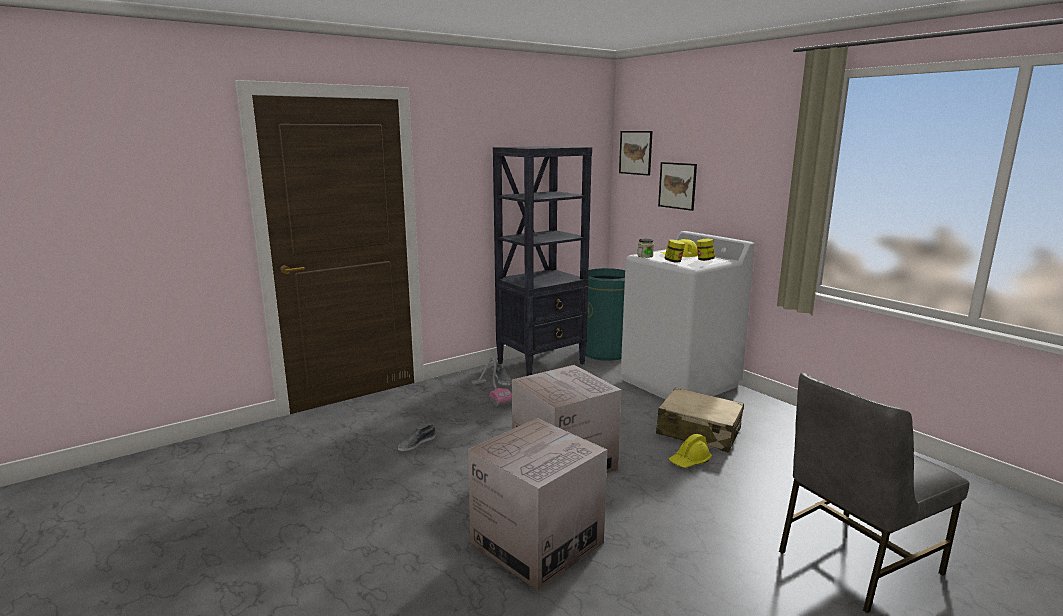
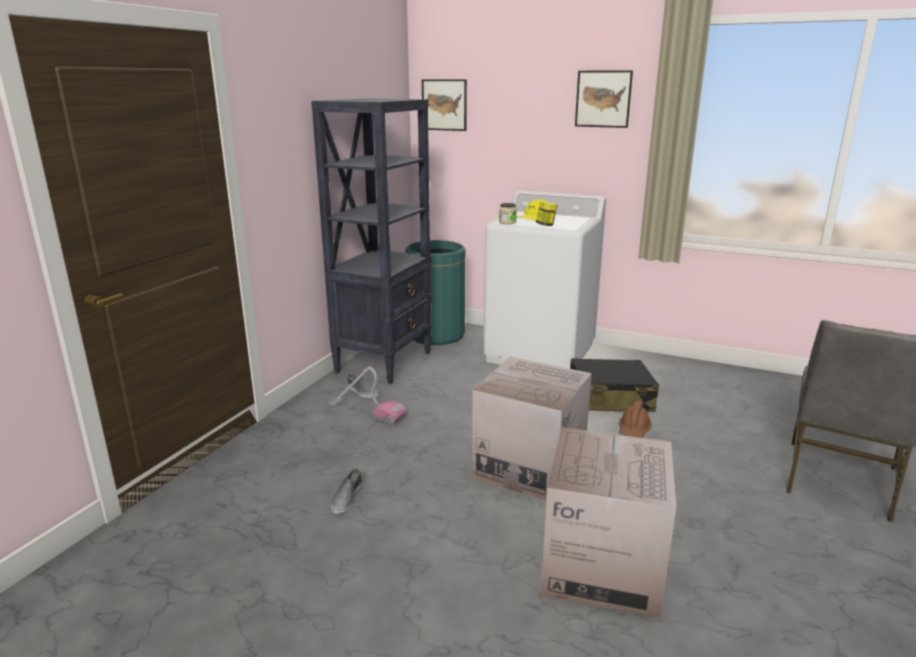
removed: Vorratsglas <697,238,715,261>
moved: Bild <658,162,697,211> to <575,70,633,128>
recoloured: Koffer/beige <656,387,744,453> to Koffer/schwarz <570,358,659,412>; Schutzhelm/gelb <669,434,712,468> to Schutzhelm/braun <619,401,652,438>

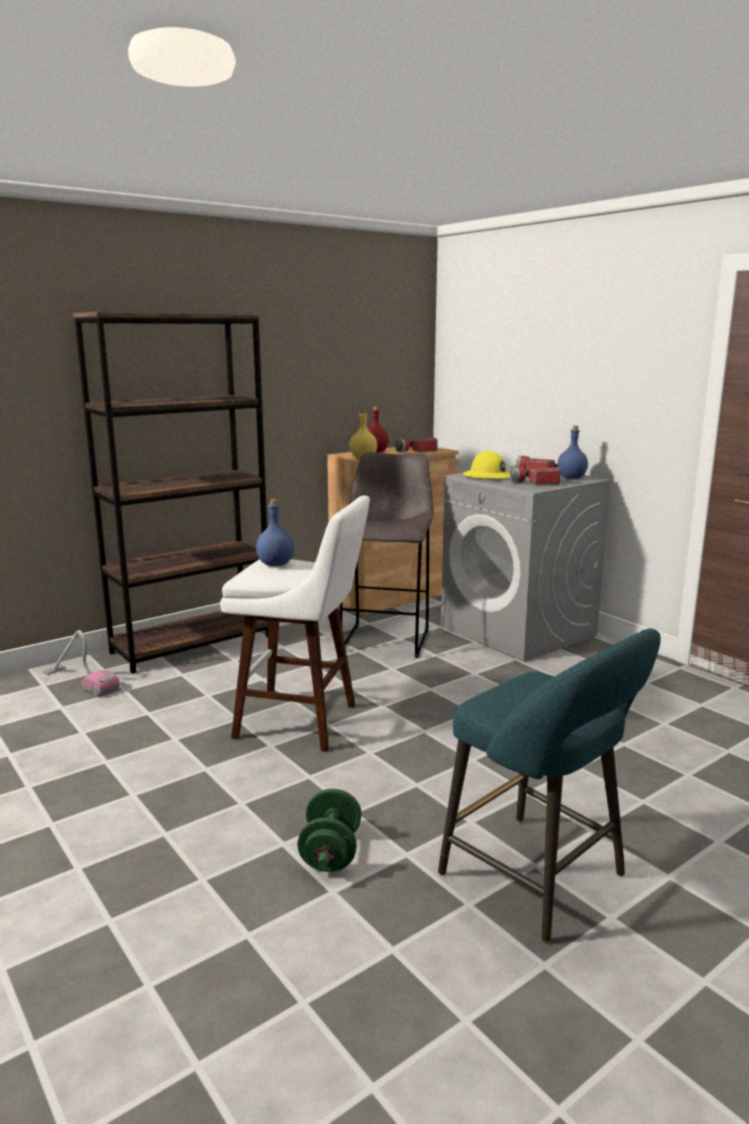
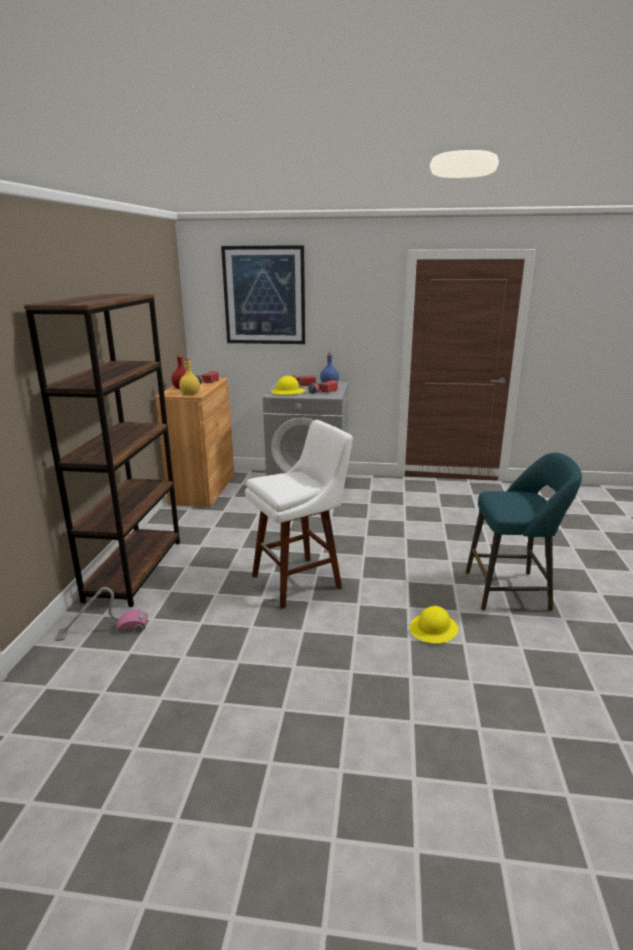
removed: Hocker/grau <339,452,434,658>; Flasche/blau <256,499,294,566>
added: Bild <221,245,305,344>
replaced: Hantel/grün <297,789,362,872> to Schutzhelm/gelb <409,606,458,643>

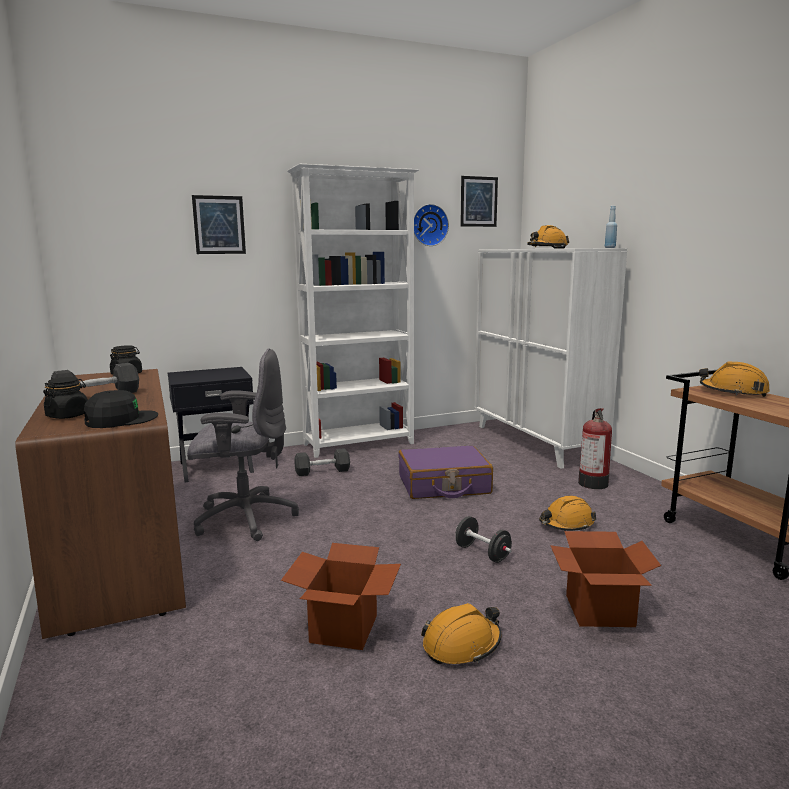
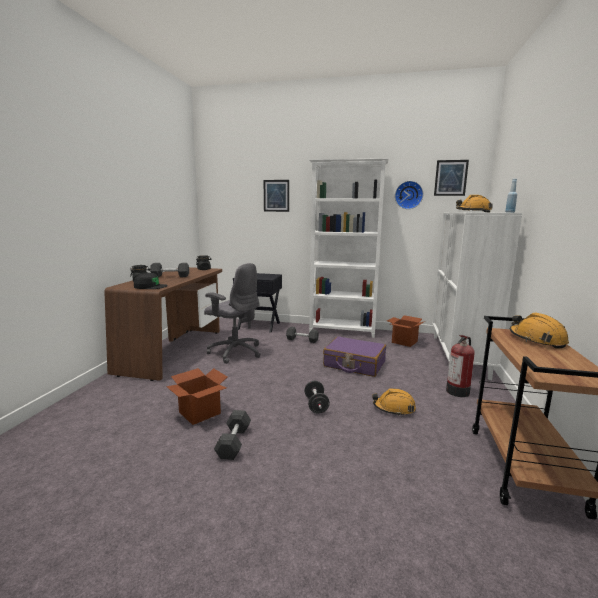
moved: Karton <550,531,661,627> to <387,315,425,347>
replaced: Schutzhelm/orange <421,603,501,664> to Hantel/grau <214,410,251,460>

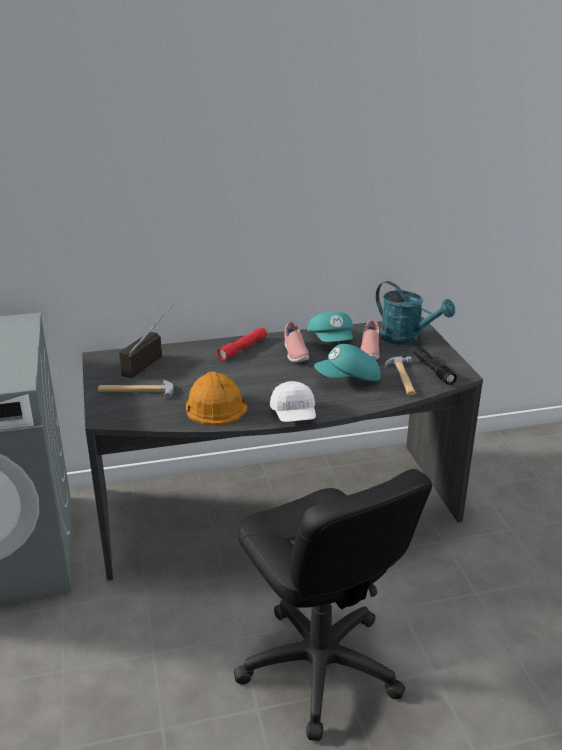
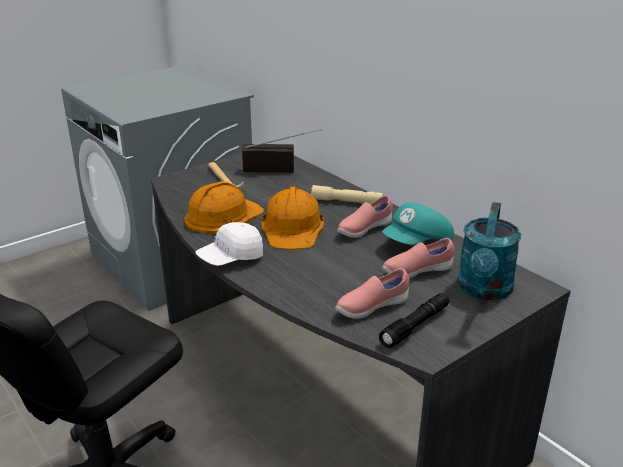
removed: Kappe/türkis <314,344,381,381>
added: Schutzhelm/orange <262,187,324,250>
replaced: Hammer <385,356,416,396> to Schuh/rosa <335,268,410,319>
recoloured: Taschenlampe/rot <217,328,267,361> to Taschenlampe/beige <311,185,383,204>

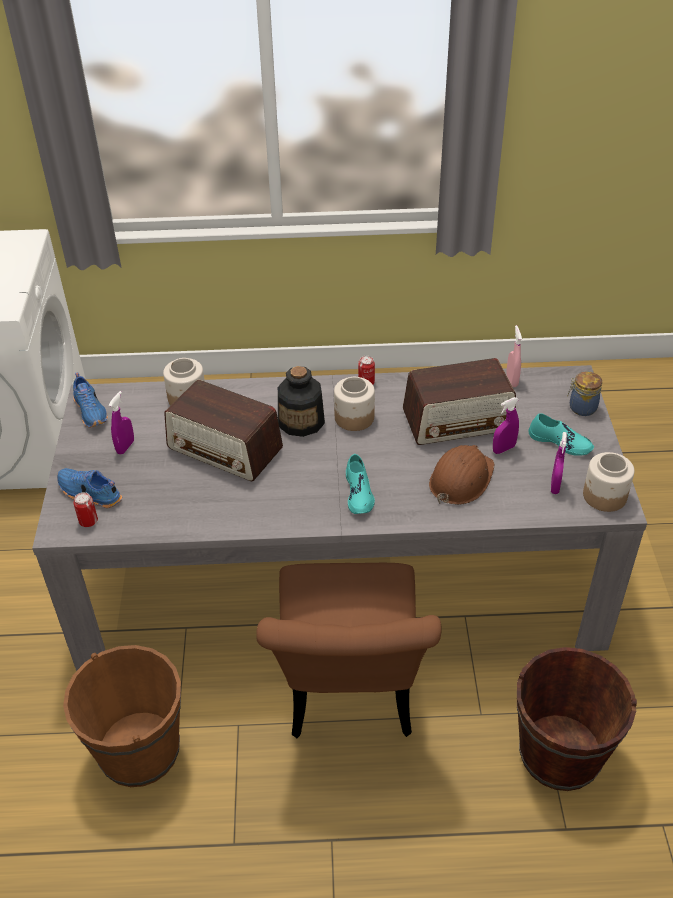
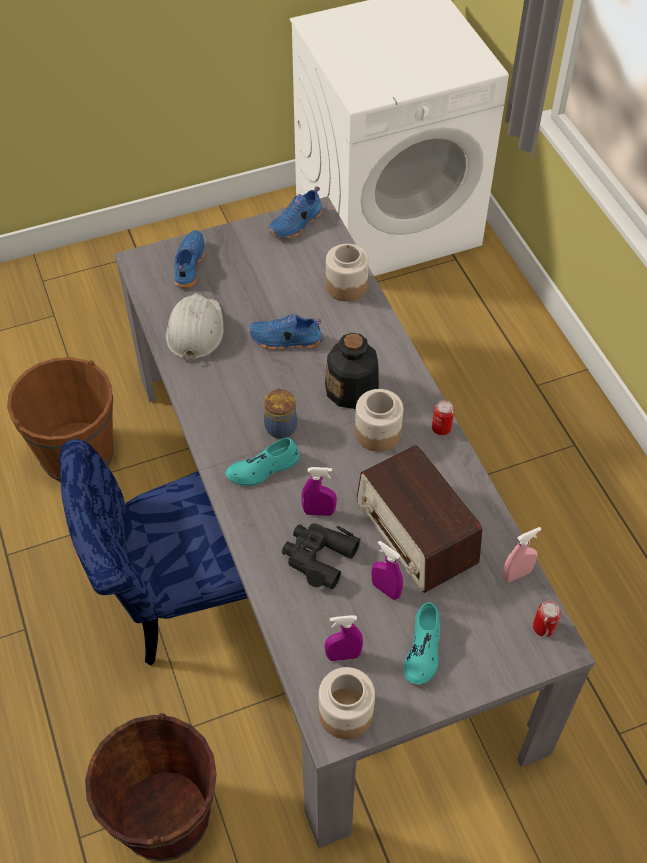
added: Schutzhelm/weiß <166,293,224,362>
moved: Vorratsglas <567,372,602,416> to <264,387,297,439>; Sprühflasche/lila <109,391,134,454> to <301,467,337,516>; Dose <73,492,98,527> to <533,601,561,637>
replaced: Radio <164,379,283,481> to Schuh/blau <248,314,323,350>; Schutzhelm/braun <429,445,495,505> to Fernglas/schwarz <282,523,361,589>
recoloured: Stuhl/braun <256,563,442,738> to Stuhl/blau <59,439,248,665>

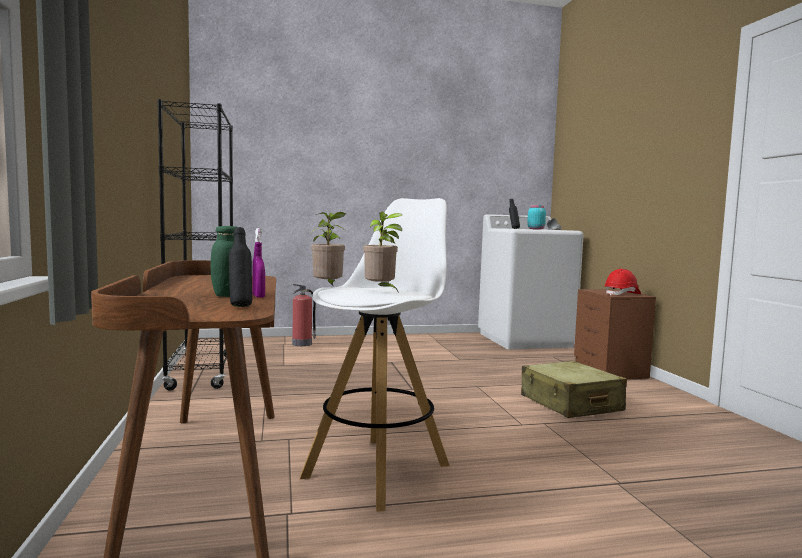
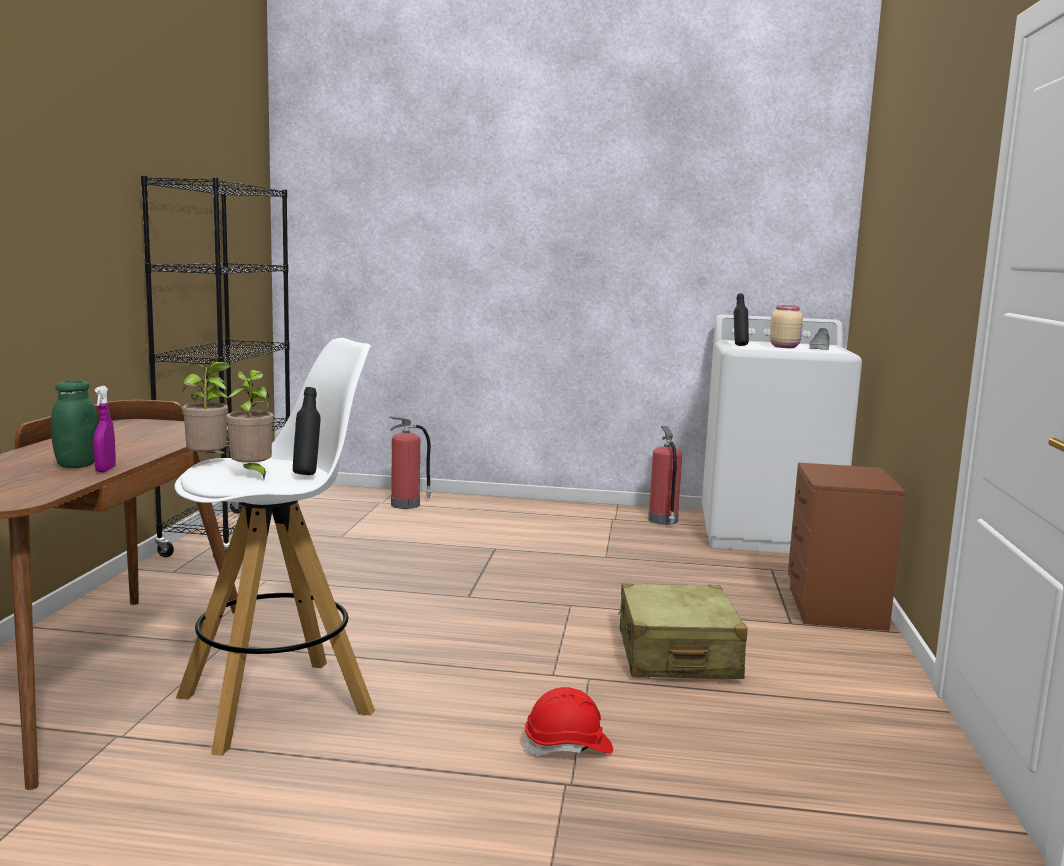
added: Feuerlöscher <648,426,682,525>
moved: Flasche/schwarz <229,227,252,307> to <293,387,321,475>; Schutzhelm/rot <604,269,641,296> to <524,687,613,755>
recoloured: Vorratsglas/türkis <527,205,546,230> to Vorratsglas/beige <770,305,803,348>

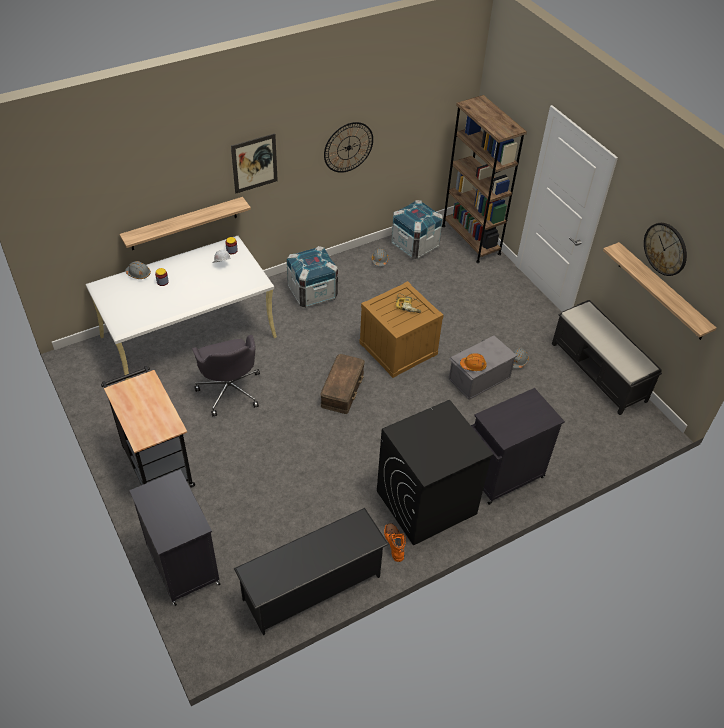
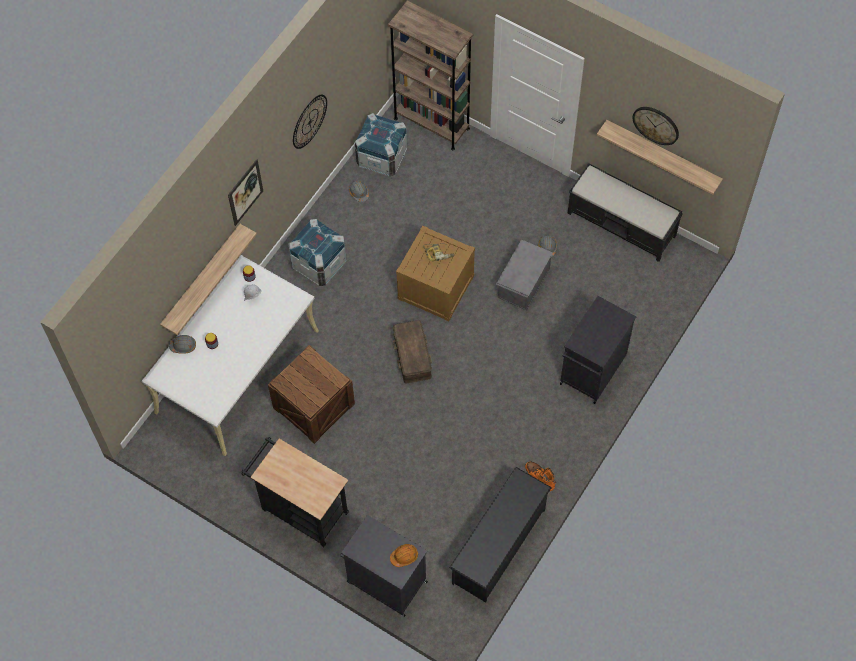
removed: Waschmaschine/schwarz <377,400,494,546>
moved: Schutzhelm/orange <460,353,487,371> to <390,544,418,567>
replaced: Bürostuhl/grau <192,335,260,416> to Kiste <268,345,355,444>

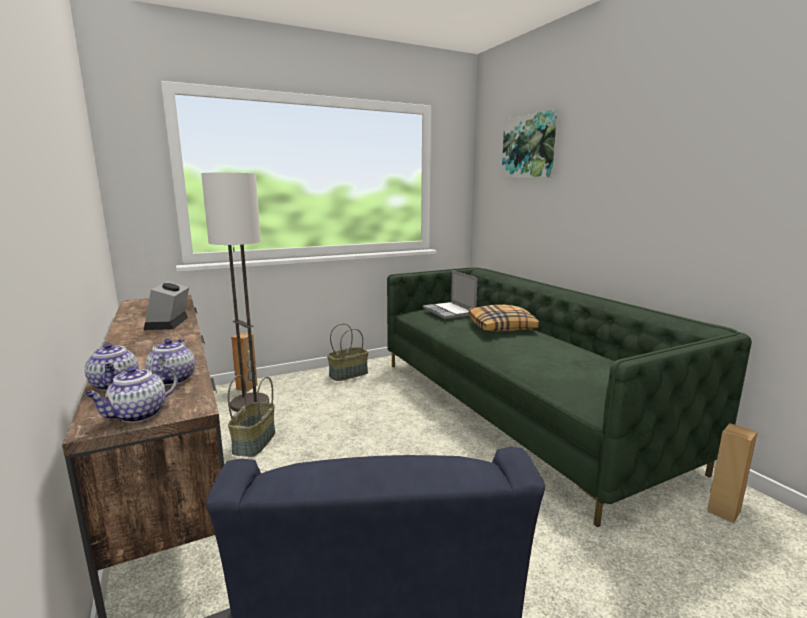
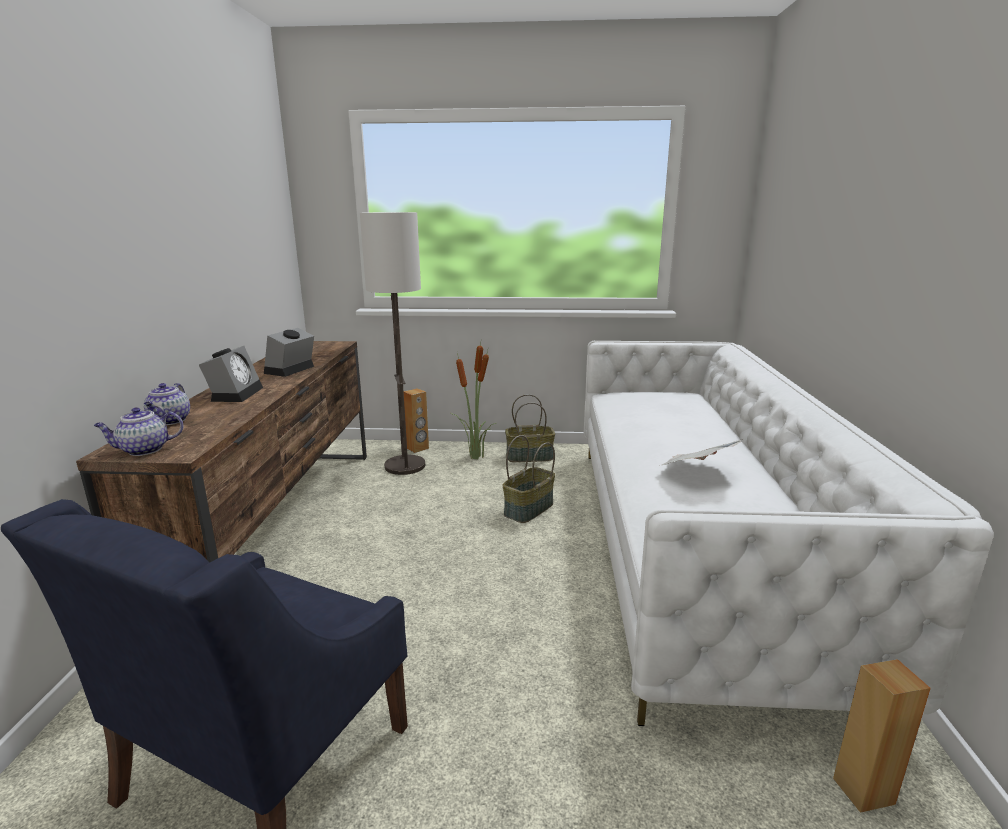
removed: Bild <501,109,557,179>; Laptop <423,270,477,319>; Kissen <469,305,539,332>; Teekanne <145,338,195,385>
added: Topfpflanze <451,343,496,459>; Wecker <199,346,263,402>; Zeitung <659,439,743,466>
moved: Korb <228,375,275,457> to <502,435,555,523>
recoloured: Sofa/grün <387,267,752,527> to Sofa/weiß <583,341,994,726>

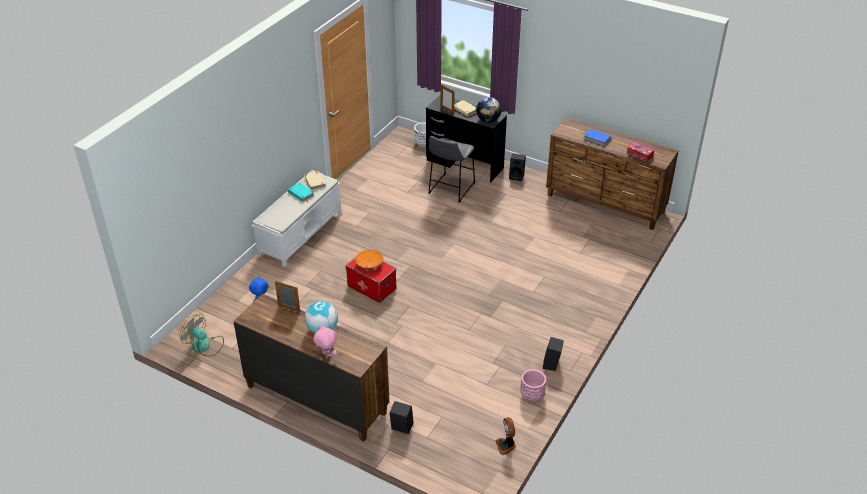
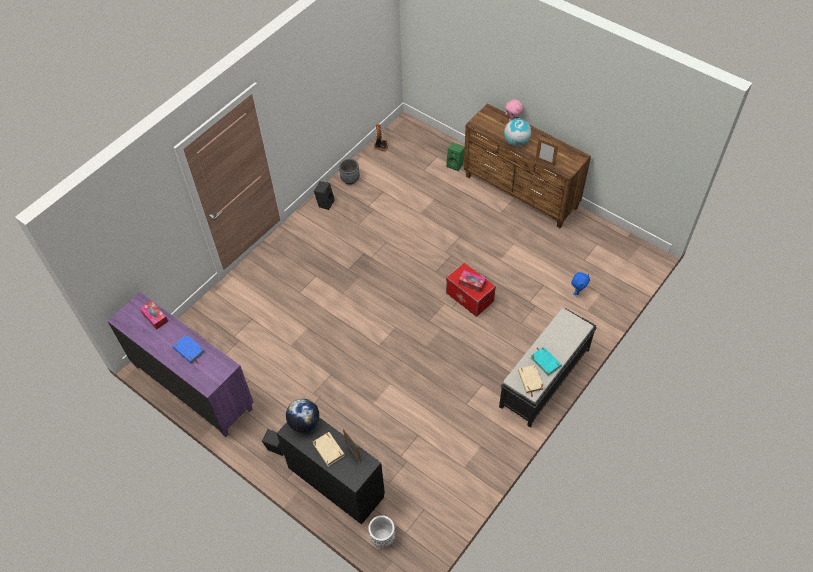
removed: Hocker/grau <428,136,475,203>; Ventilator <179,314,224,356>
replaced: Schüssel/orange <355,250,383,270> to Taschentuchbox <459,270,486,293>
recoloured: Kommode/braun <546,117,679,230> to Kommode/lila <107,292,254,437>; Bank/weiß <252,170,341,267> to Bank/schwarz <499,308,597,428>; Pflanzkübel/rosa <520,369,546,402> to Pflanzkübel/grau <339,159,360,185>; Lautsprecher/schwarz <389,401,414,434> to Lautsprecher/grün <446,143,465,171>

